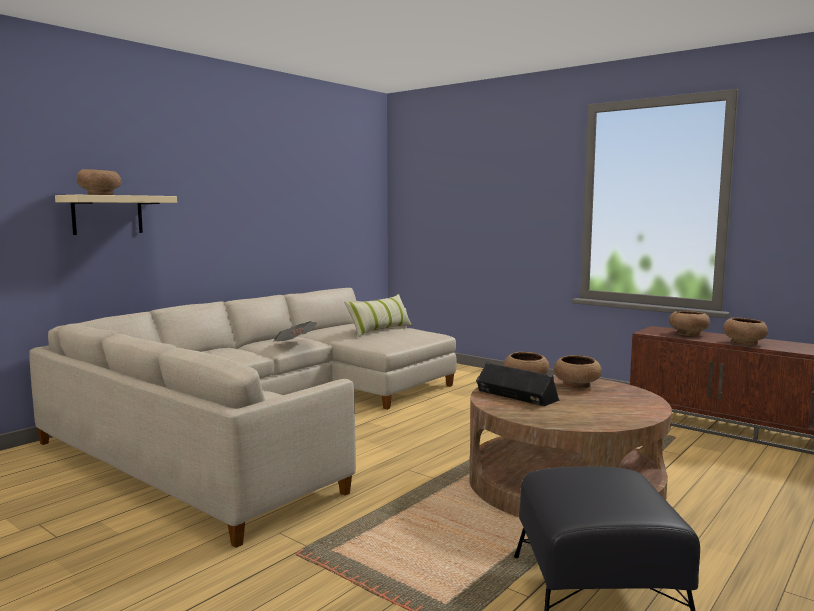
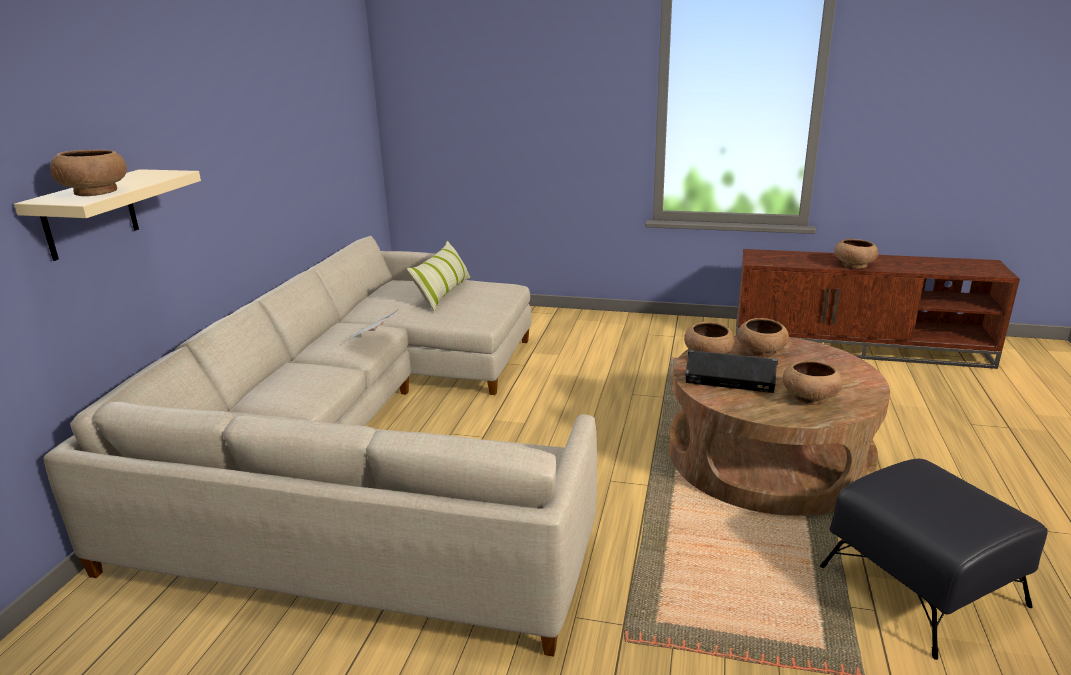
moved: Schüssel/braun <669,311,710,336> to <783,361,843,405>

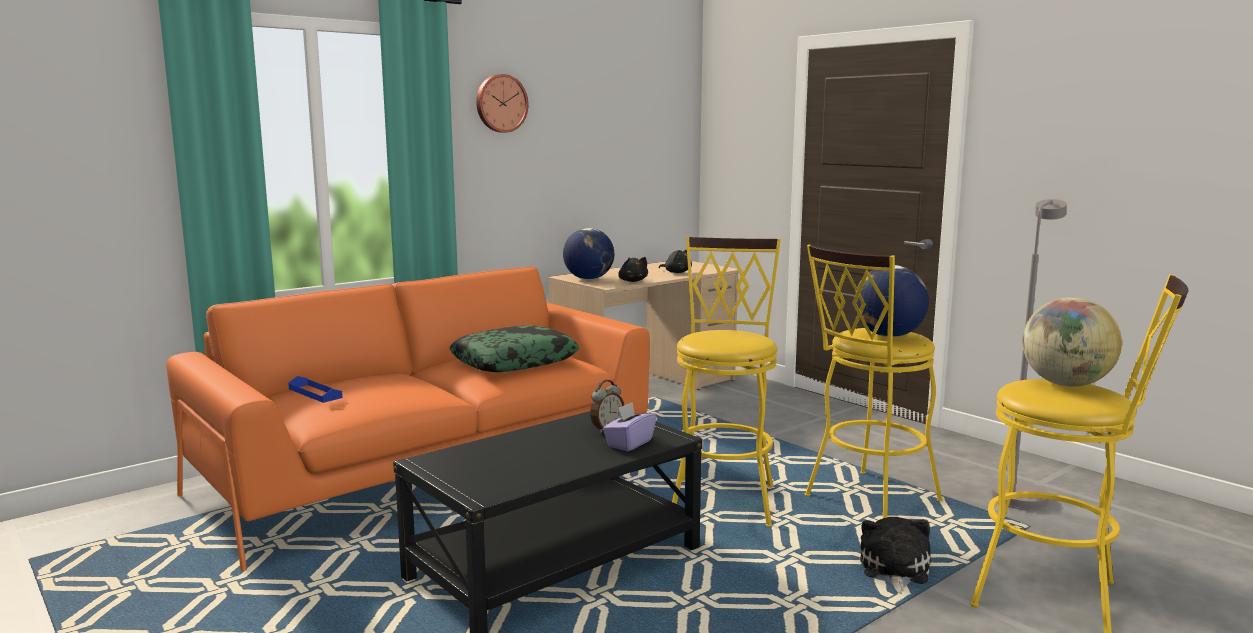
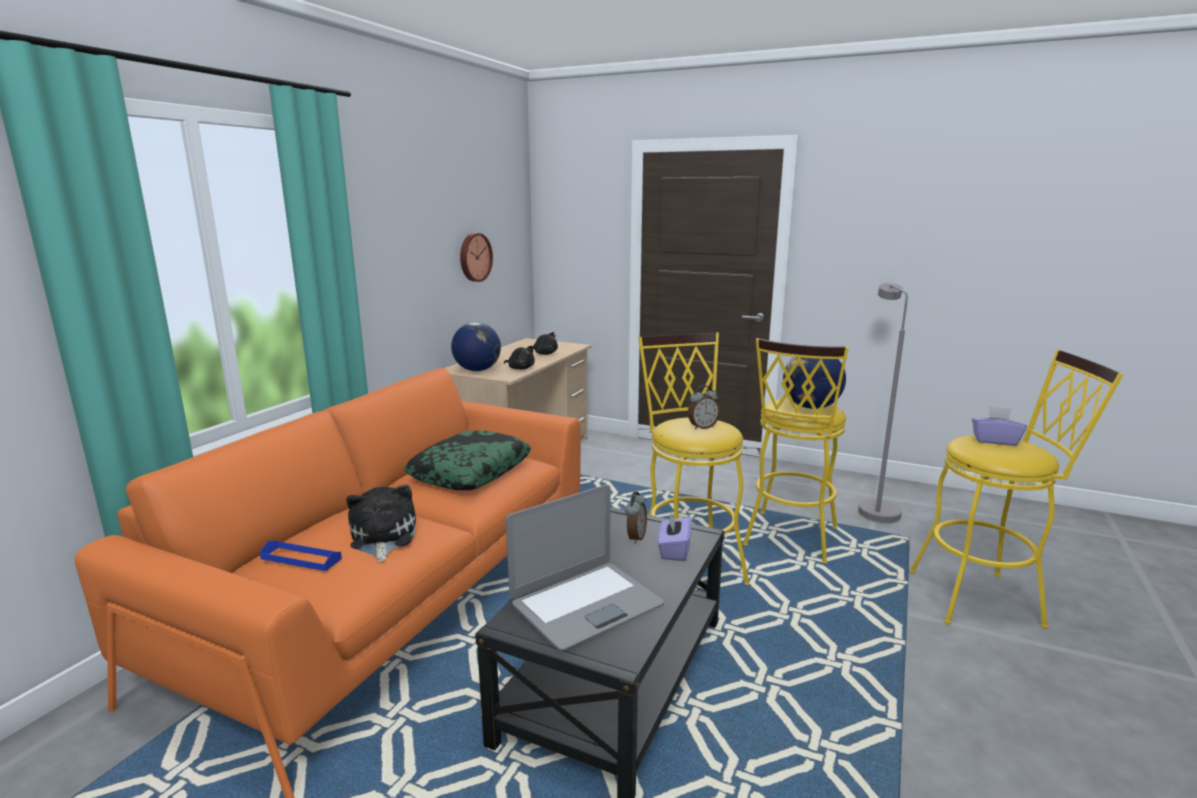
added: Wecker <688,386,720,430>; Laptop <506,485,664,651>
moved: Wanduhr <476,74,528,133> to <460,233,493,282>; Plüschtier <860,517,931,594> to <346,484,416,562>
replaced: Globus <1022,298,1122,387> to Taschentuchbox/lila <972,406,1027,446>

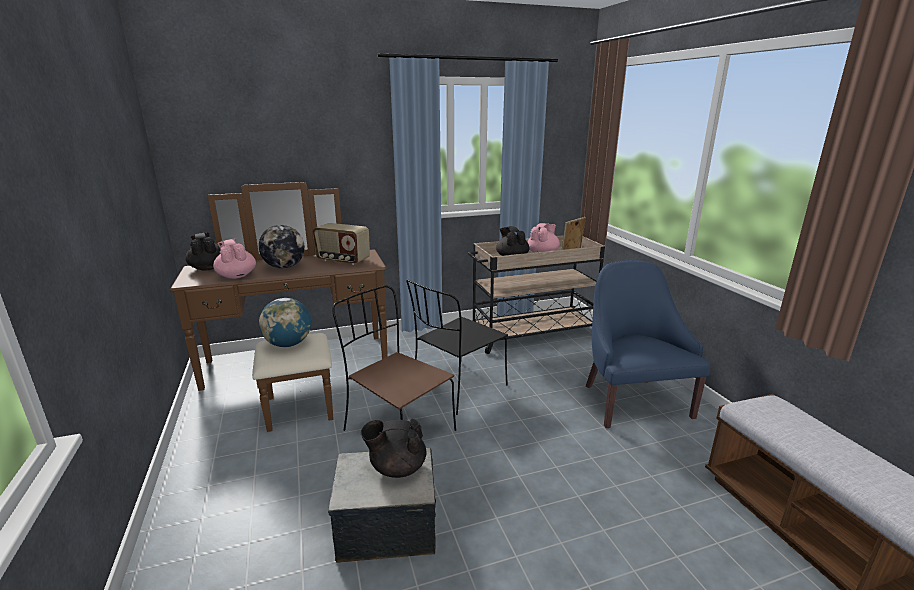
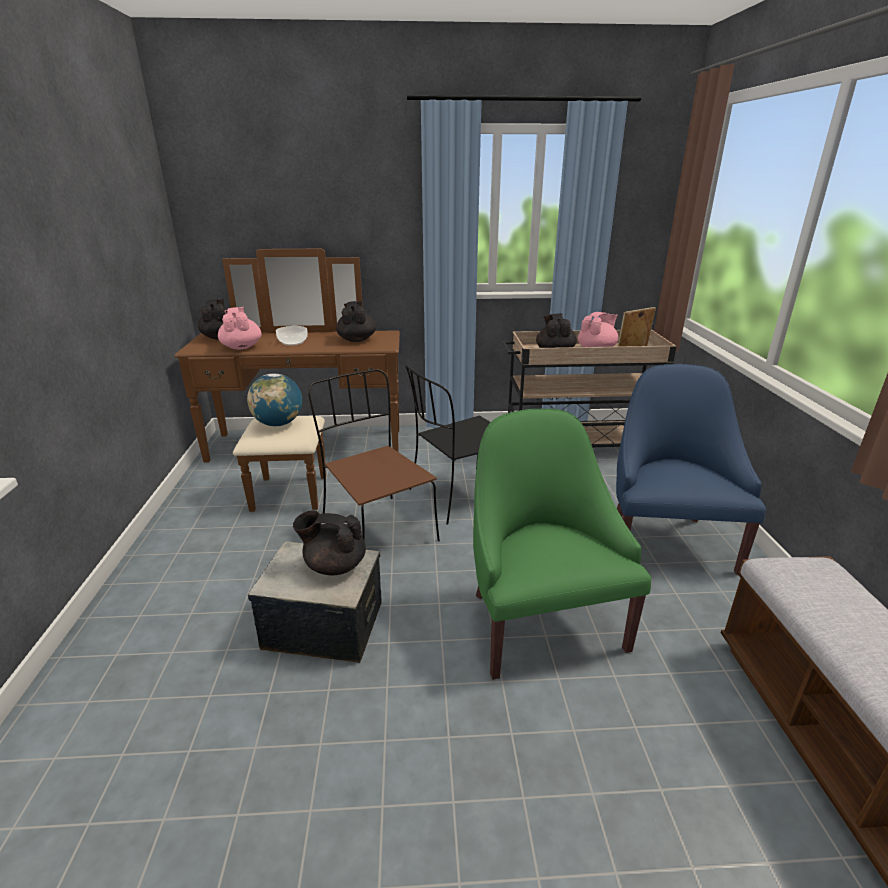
added: Sessel/grün <473,409,651,680>
replaced: Radio <313,223,370,265> to Teekanne/schwarz <336,301,376,342>; Globus <259,225,305,269> to Schüssel <276,326,308,345>

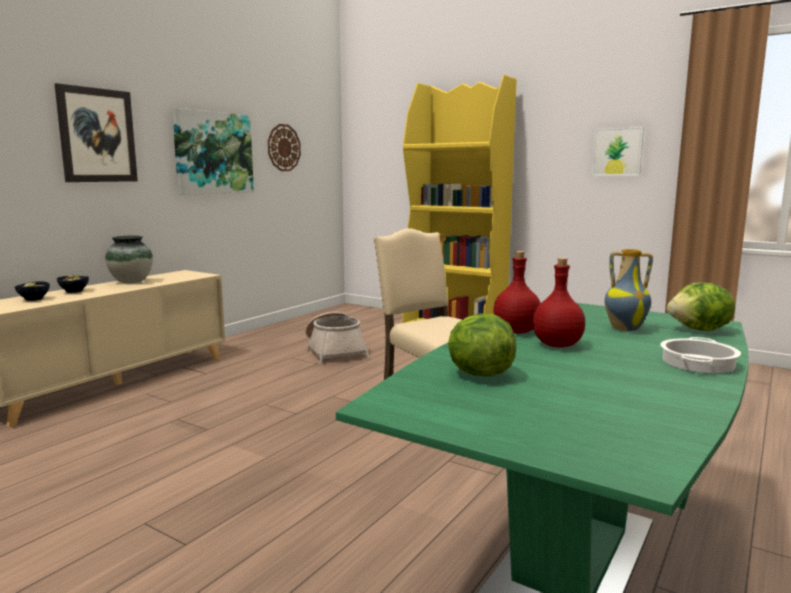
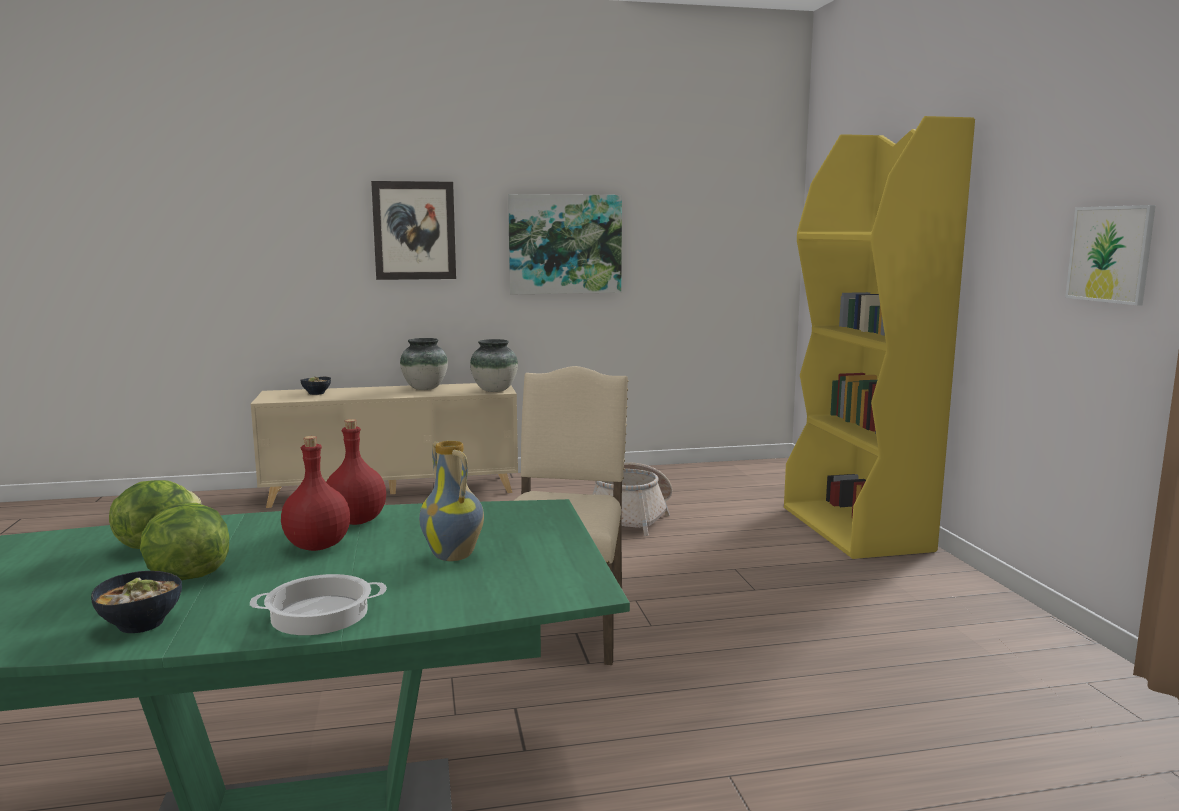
removed: Wanduhr <268,124,301,171>
added: Vase <470,339,518,392>
moved: Schüssel <57,275,89,293> to <91,571,182,633>; Salatkopf <667,282,735,331> to <140,503,229,580>

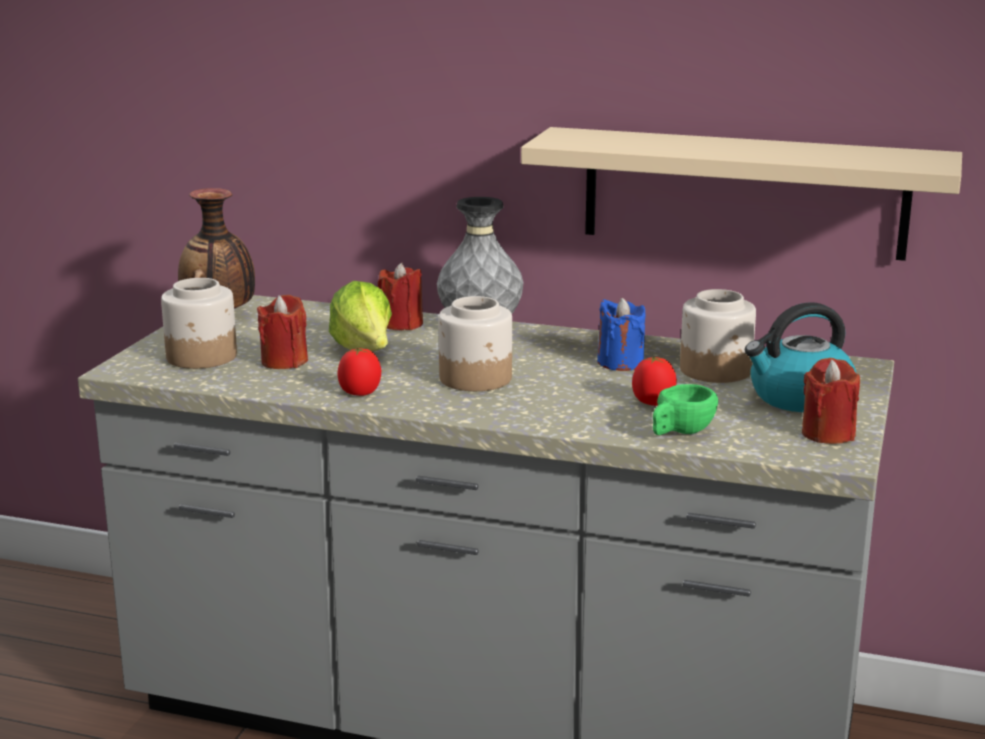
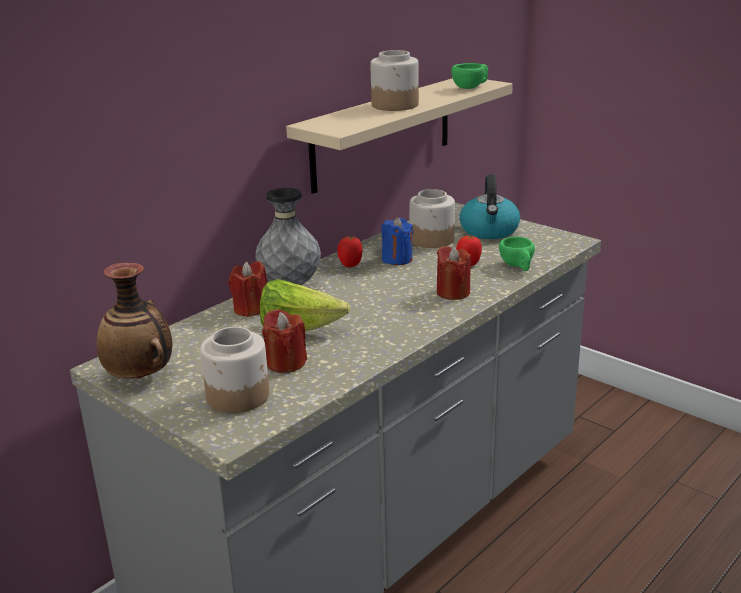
added: Tasse/grün <451,63,488,89>
moved: Vorratsglas <439,296,512,391> to <370,50,419,111>; Tomate <338,348,381,396> to <337,236,362,267>; Kerze/rot <802,358,860,444> to <437,246,471,300>

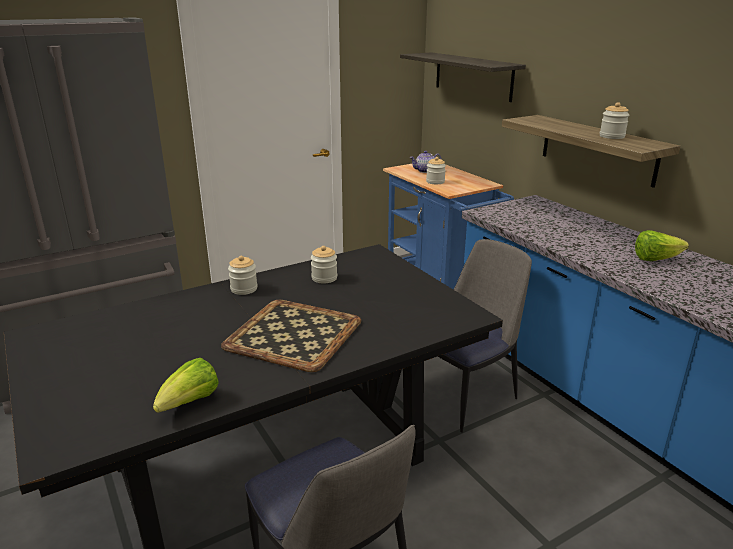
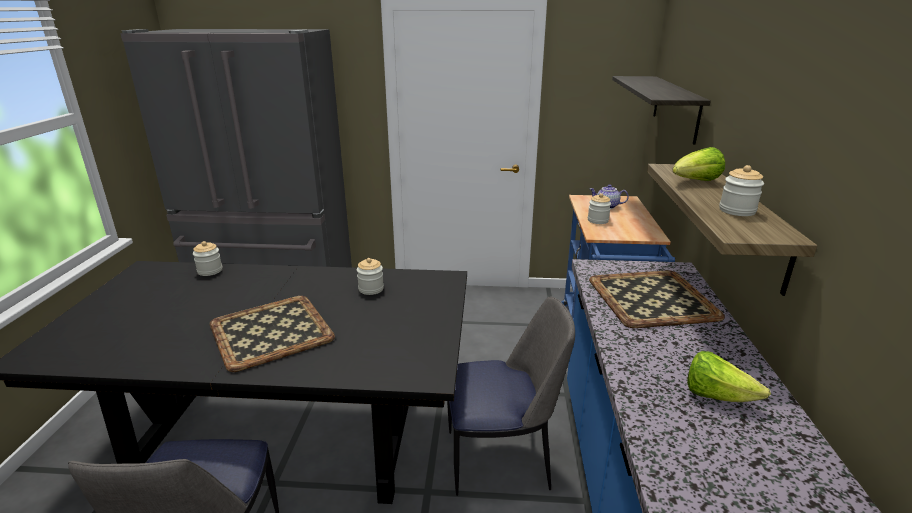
added: Tablett <589,270,725,328>
moved: Vorratsglas <228,256,258,295> to <193,241,222,276>; Salatkopf <153,358,219,413> to <672,147,725,181>

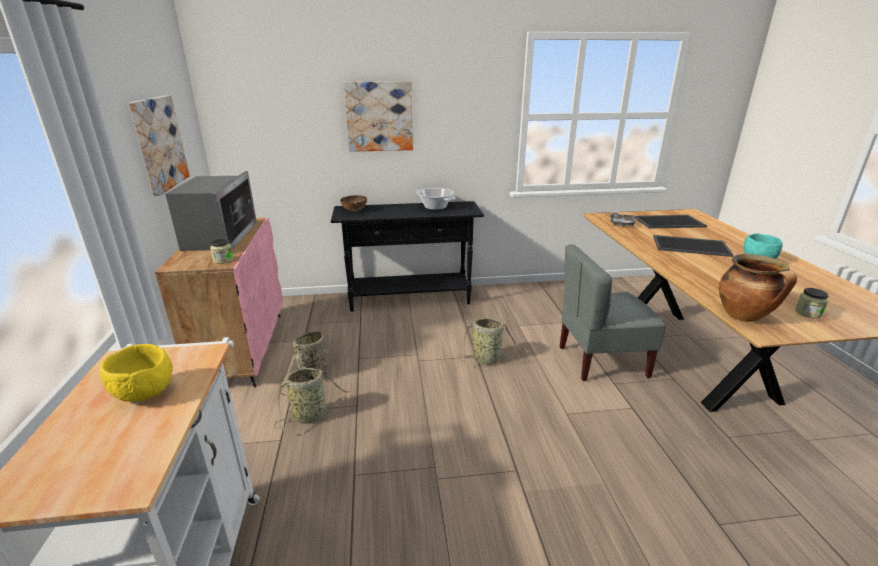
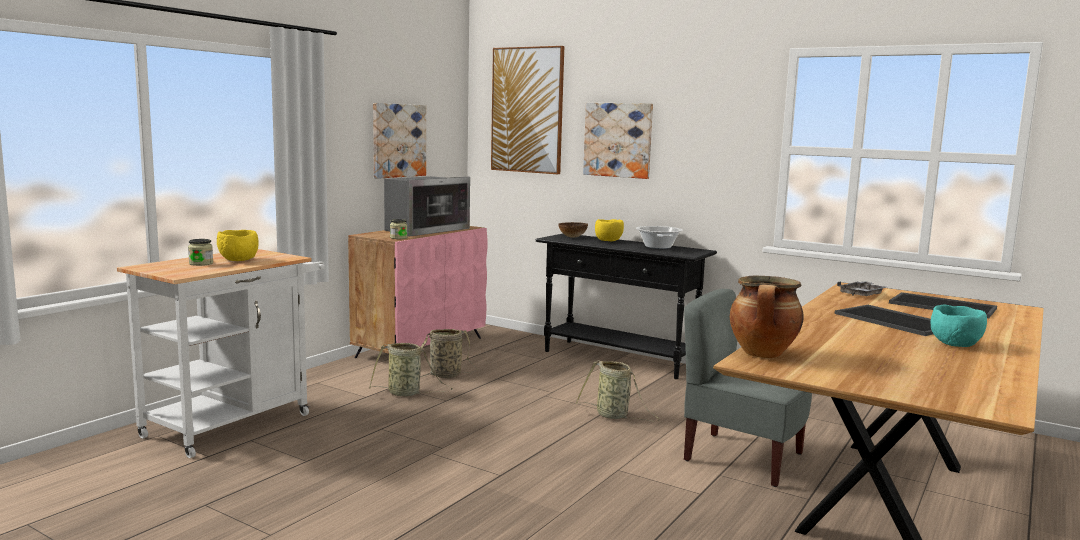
added: Bild <491,46,564,174>; Schüssel/gelb <595,219,624,241>
moved: Vorratsglas <795,288,829,318> to <188,239,213,266>

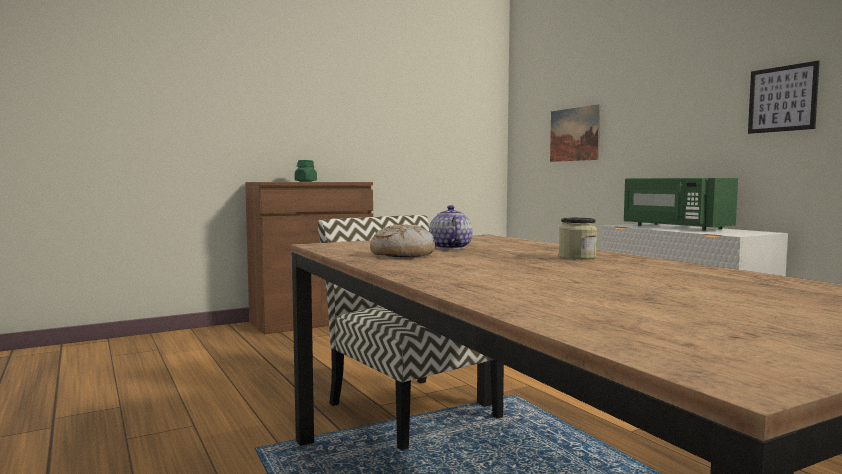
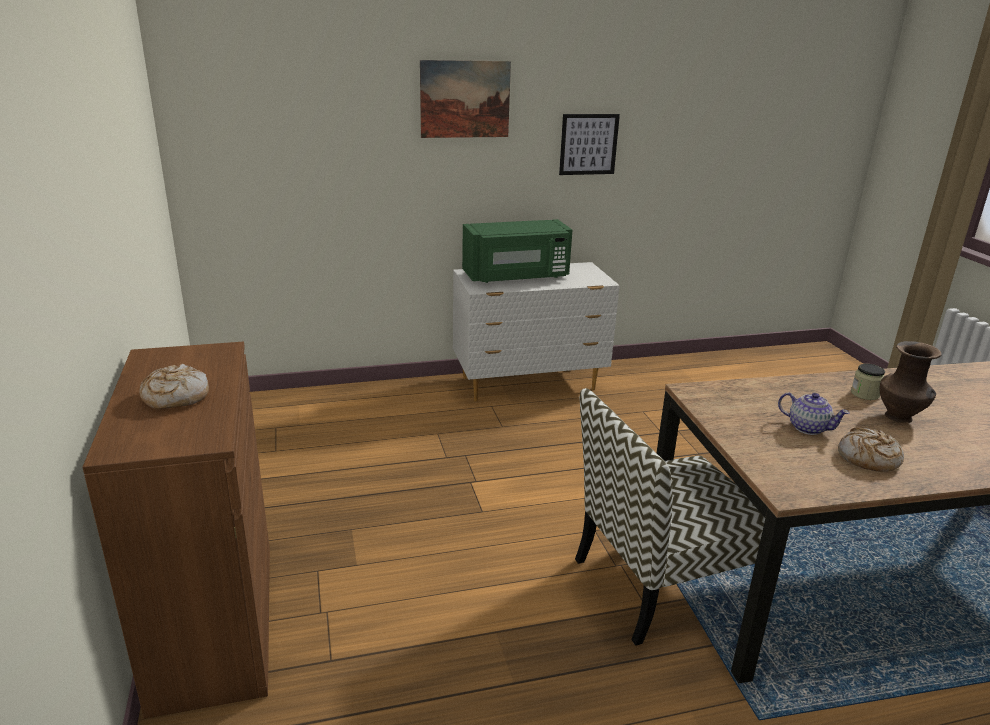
added: Vase/braun <880,341,942,423>
moved: Bild <550,104,600,162> to <420,60,511,138>
replaced: Vorratsglas/grün <294,160,317,182> to Brot <140,364,209,409>
turned: Teekanne <429,205,472,249> = <778,392,850,435> 150 degrees counterclockwise

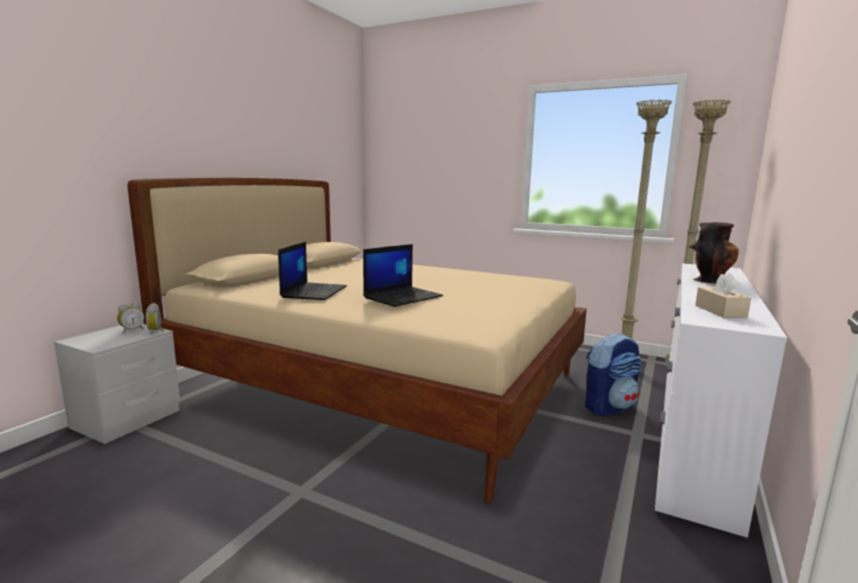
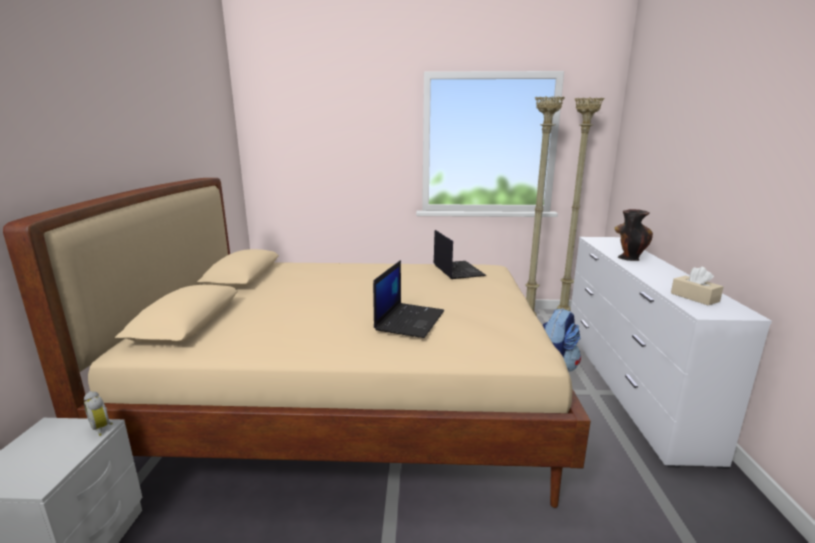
removed: Wecker <117,302,144,333>
moved: Laptop <278,242,347,300> to <433,230,486,279>

